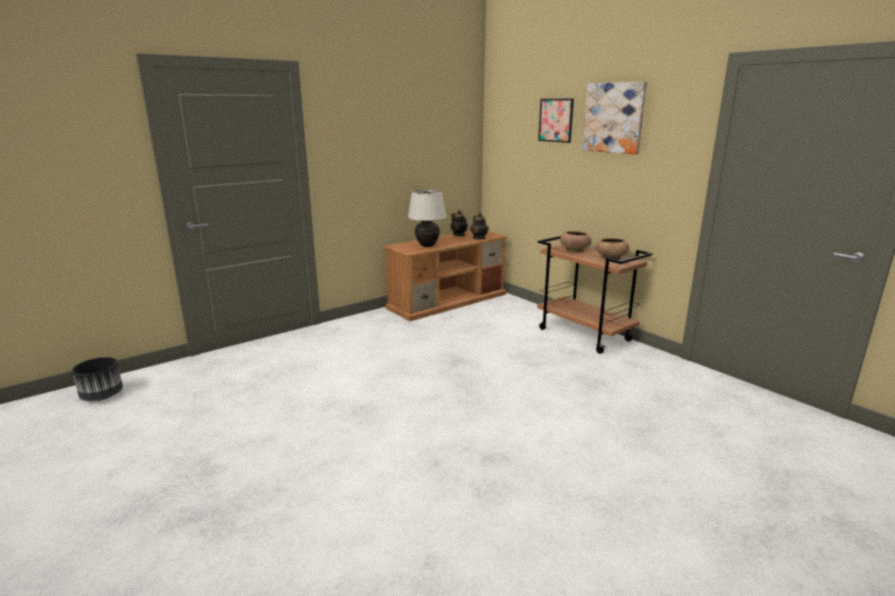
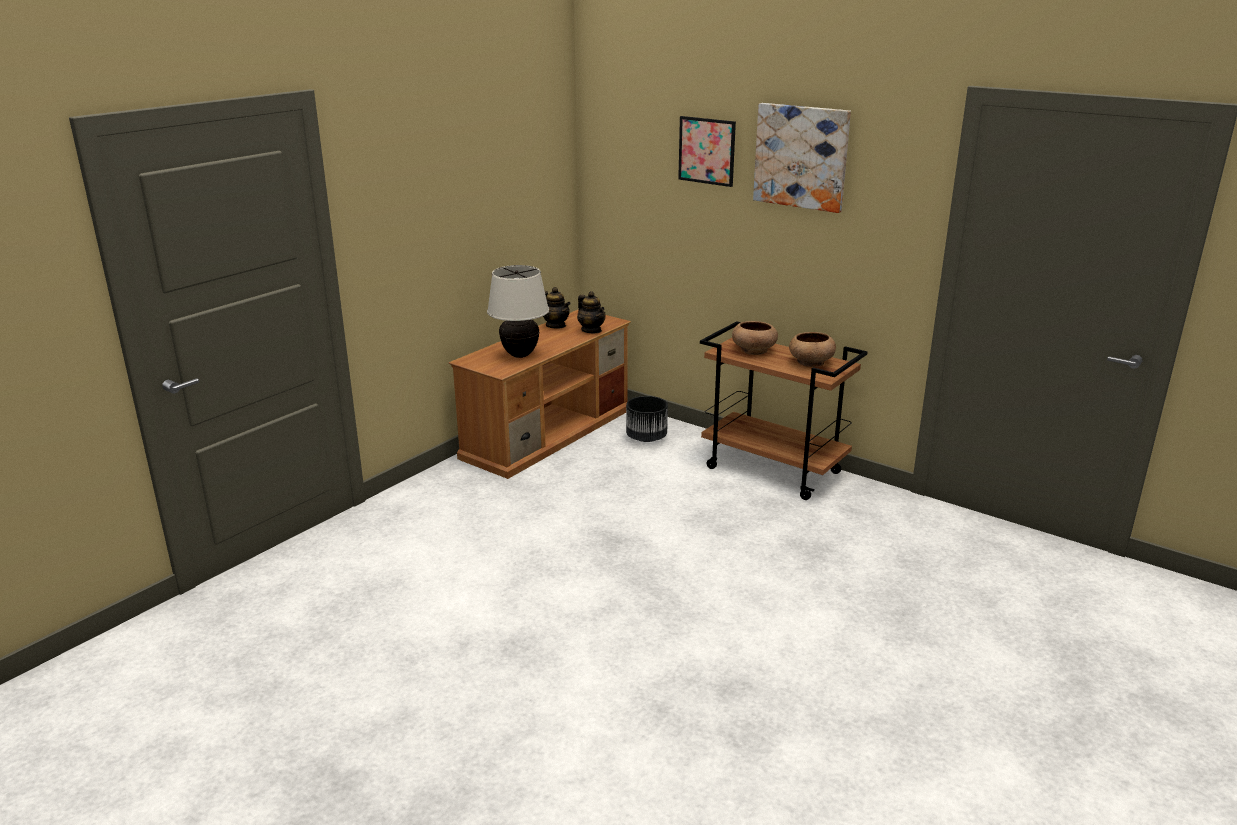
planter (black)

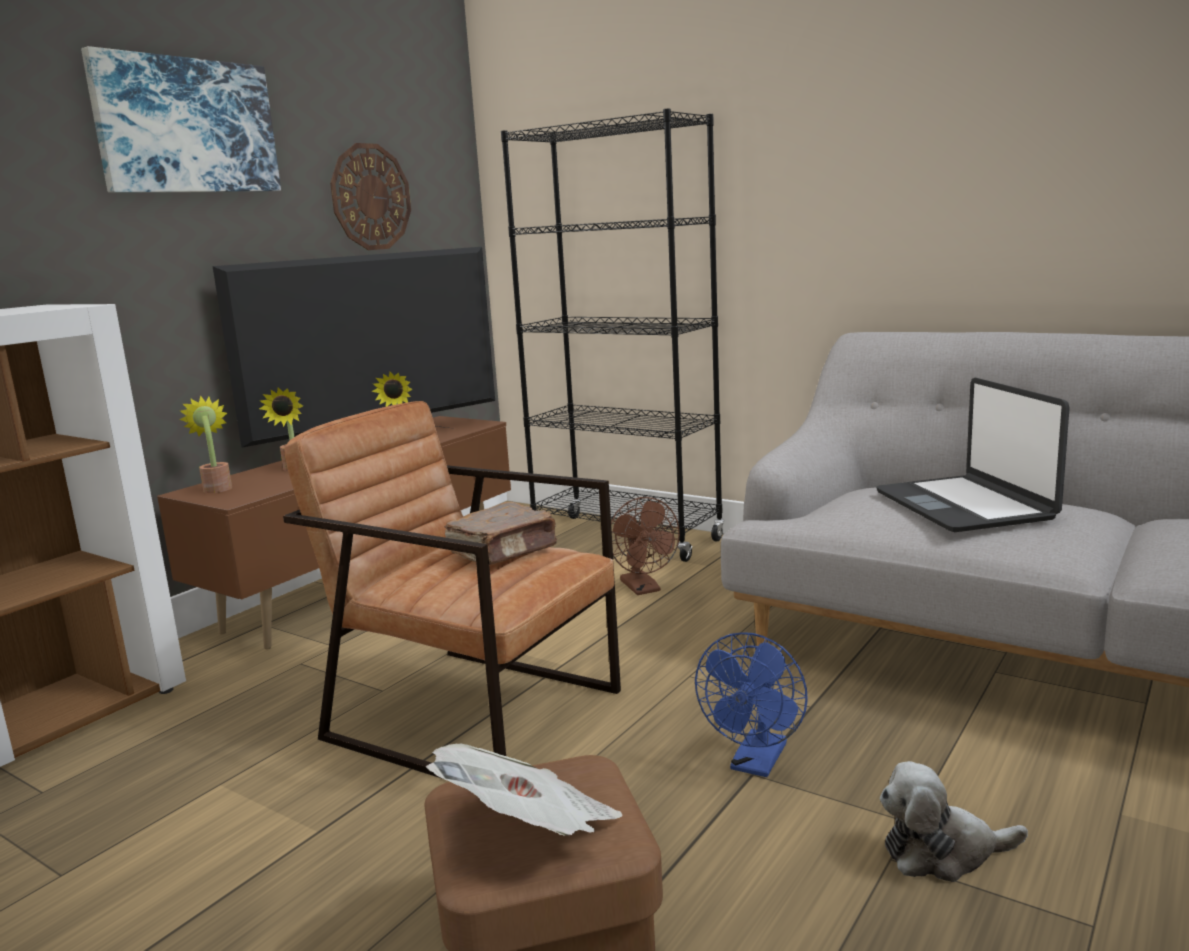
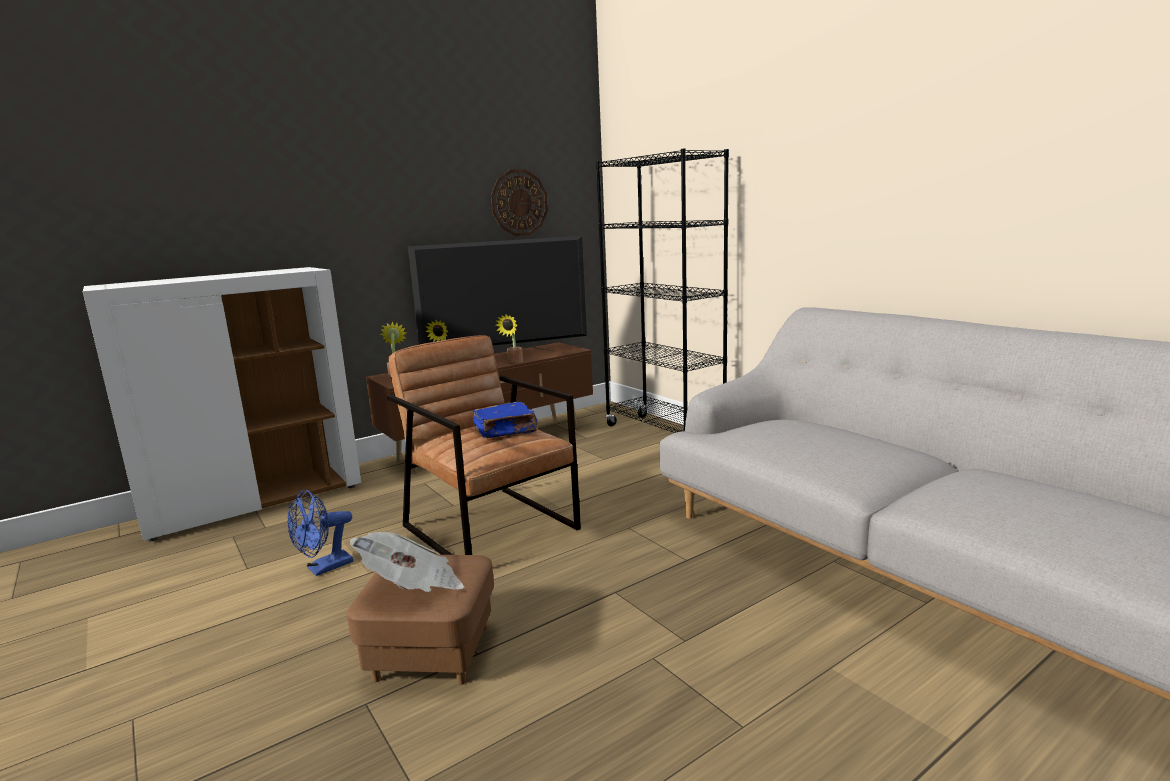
picture; laptop; fan (brown); book (blue); fan (blue); plush toy

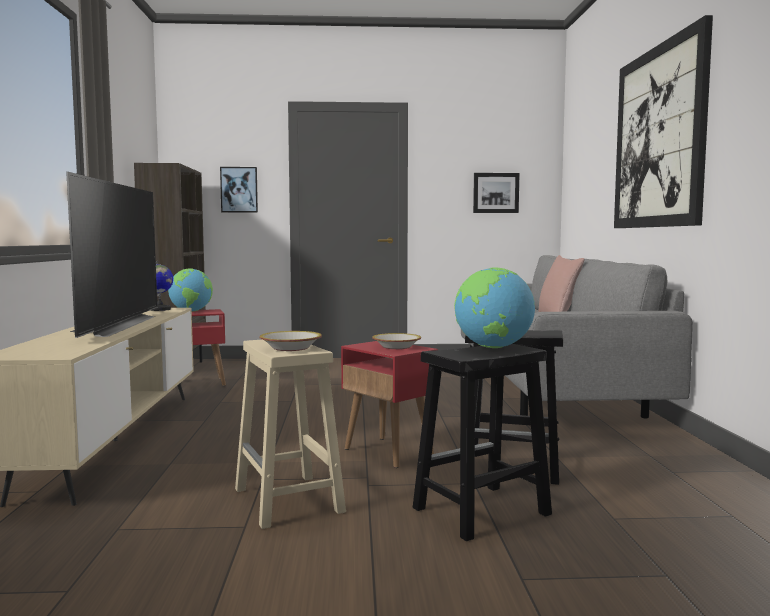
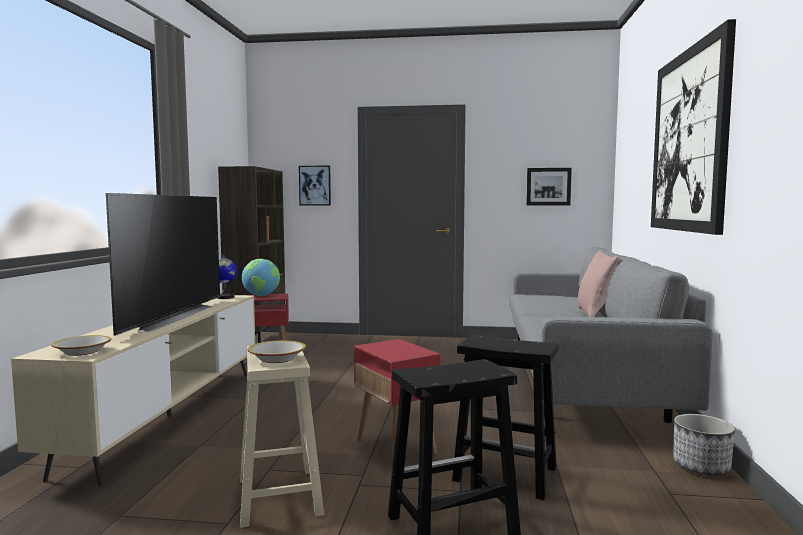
globe (no. 3 from left in the first image); bowl (no. 1 from left); planter

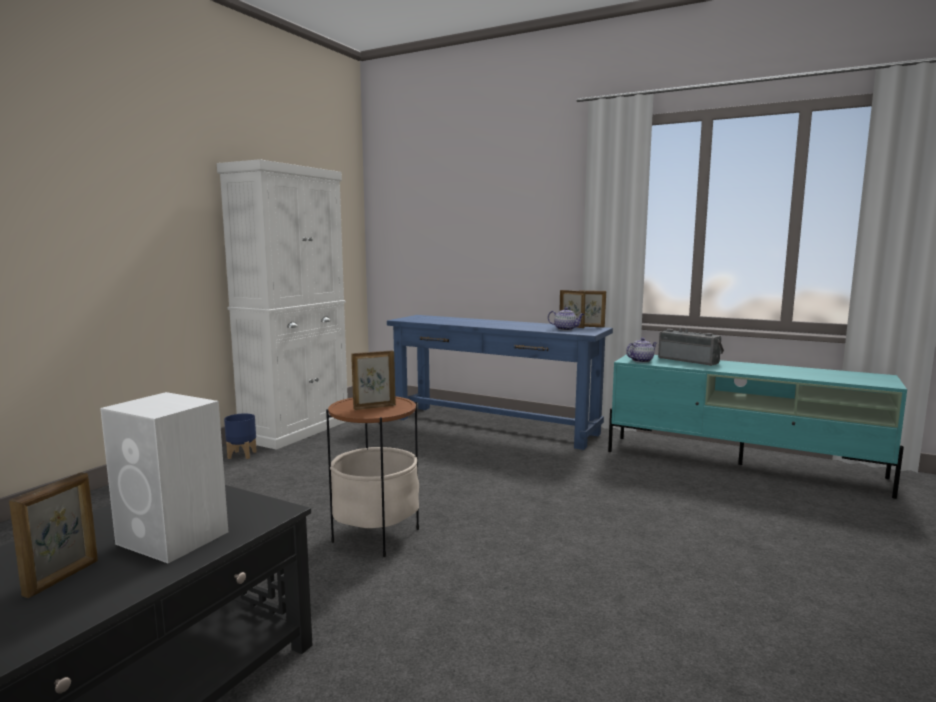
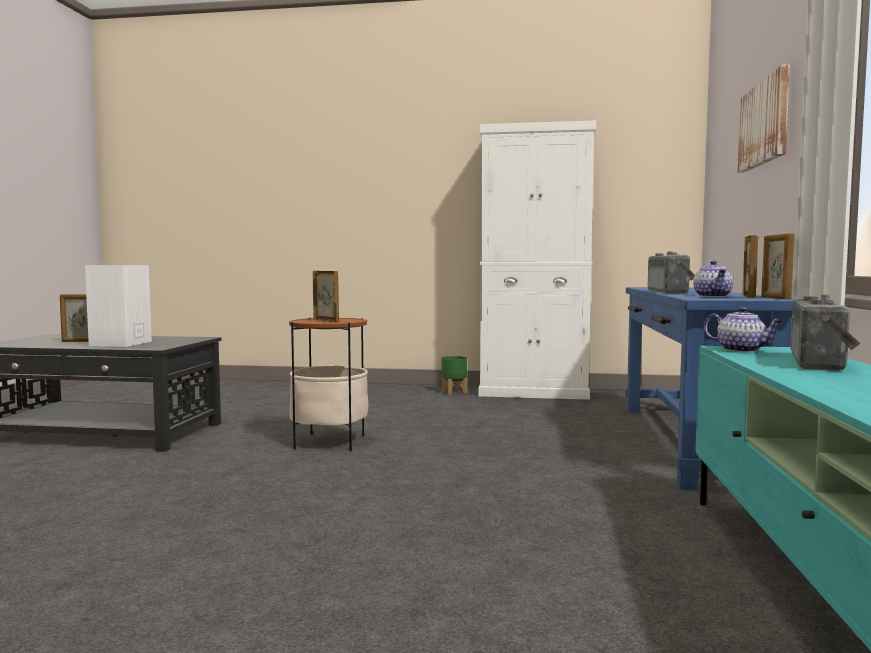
planter (green); picture; radio (no. 1 from left)

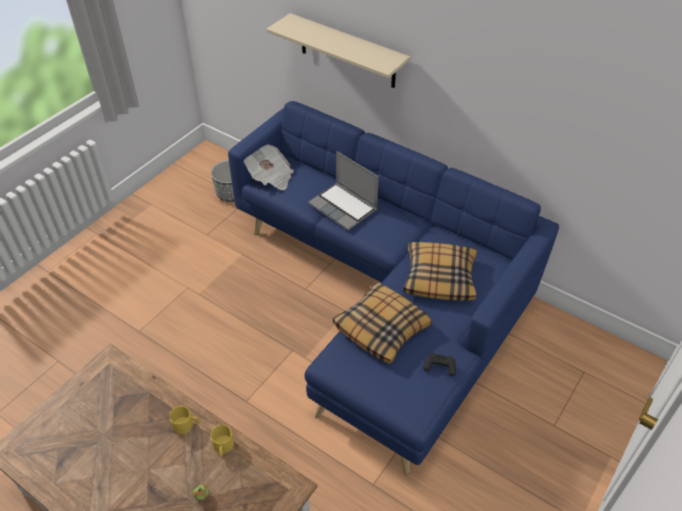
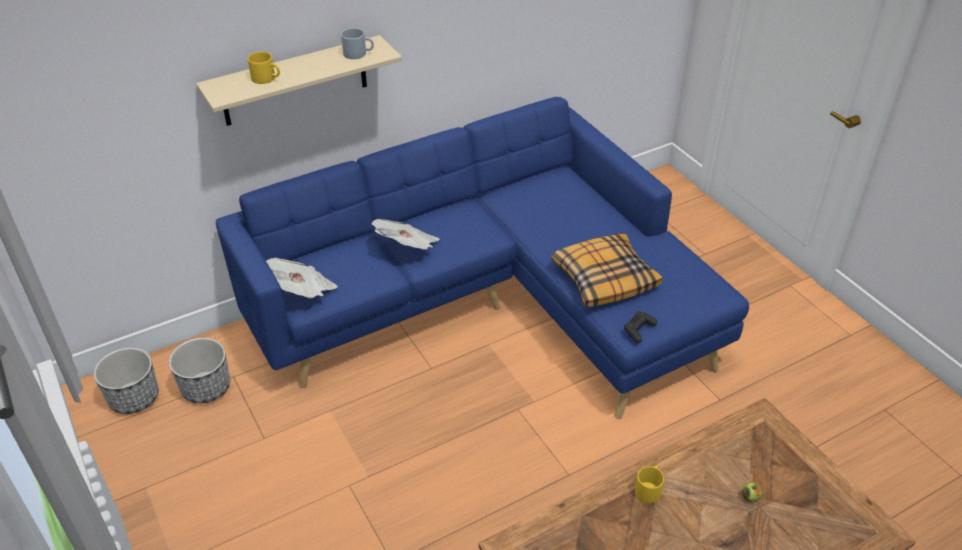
newspaper (no. 2 from left); pillow (no. 2 from left in the first image); game controller (black); mug (yellow) (no. 1 from left); mug (grey); planter (no. 1 from left)

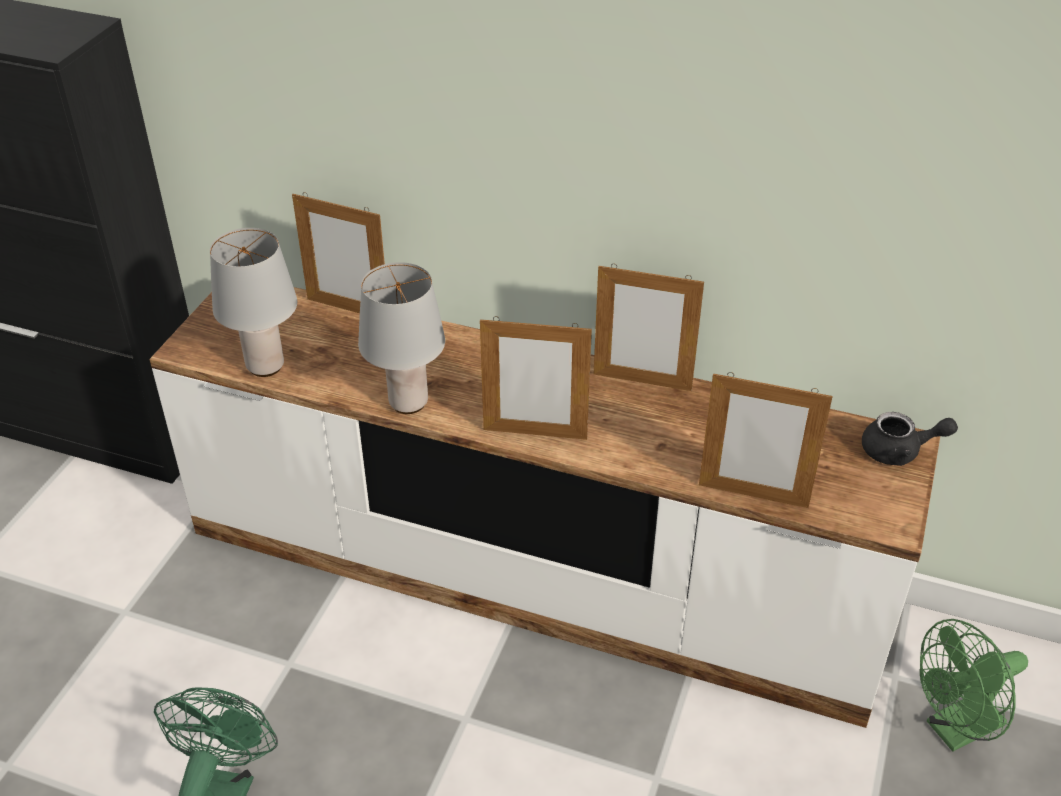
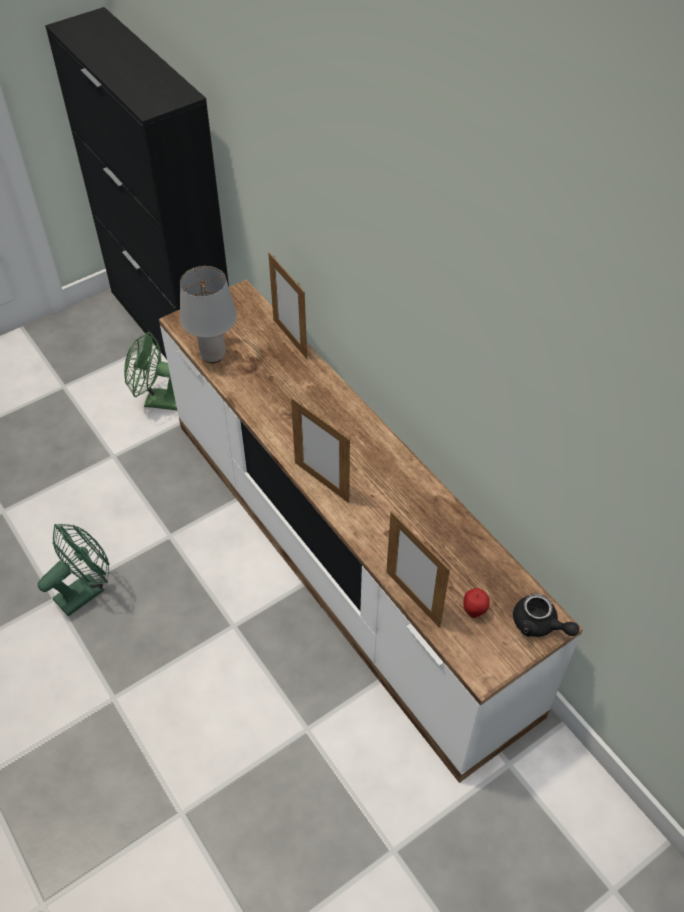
table lamp (grey) (no. 2 from left in the first image); picture frame (no. 3 from left in the first image); fan (green) (no. 2 from left); apple

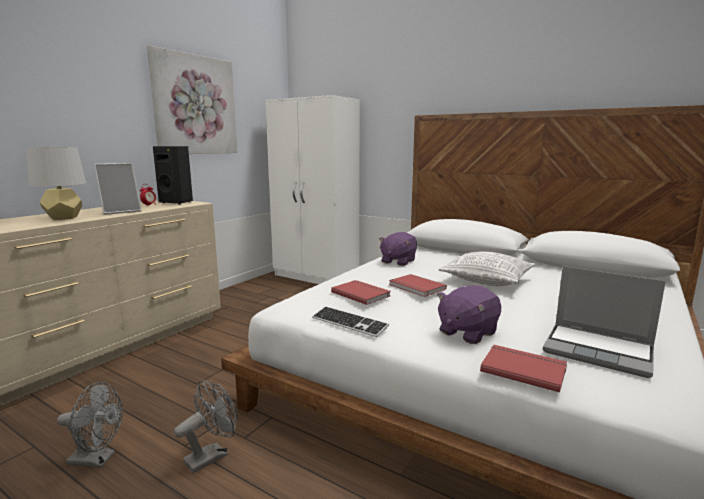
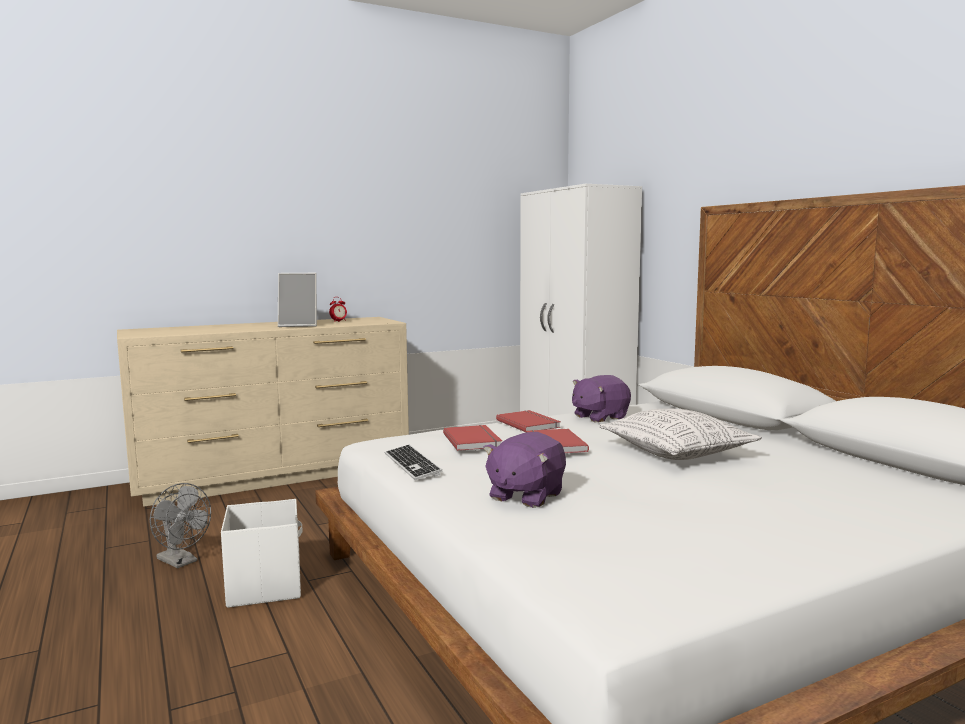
picture; speaker (black); table lamp (grey); laptop; plush toy (purple) (no. 1 from left); book (red) (no. 2 from left); storage box (white)

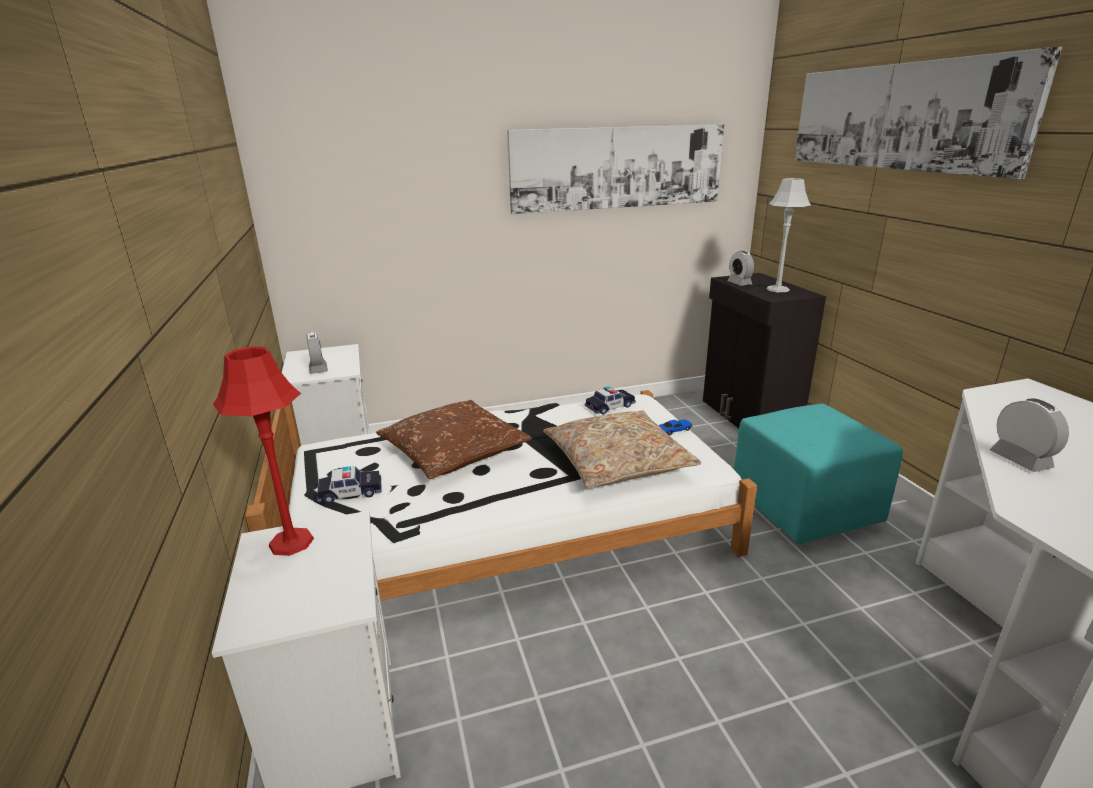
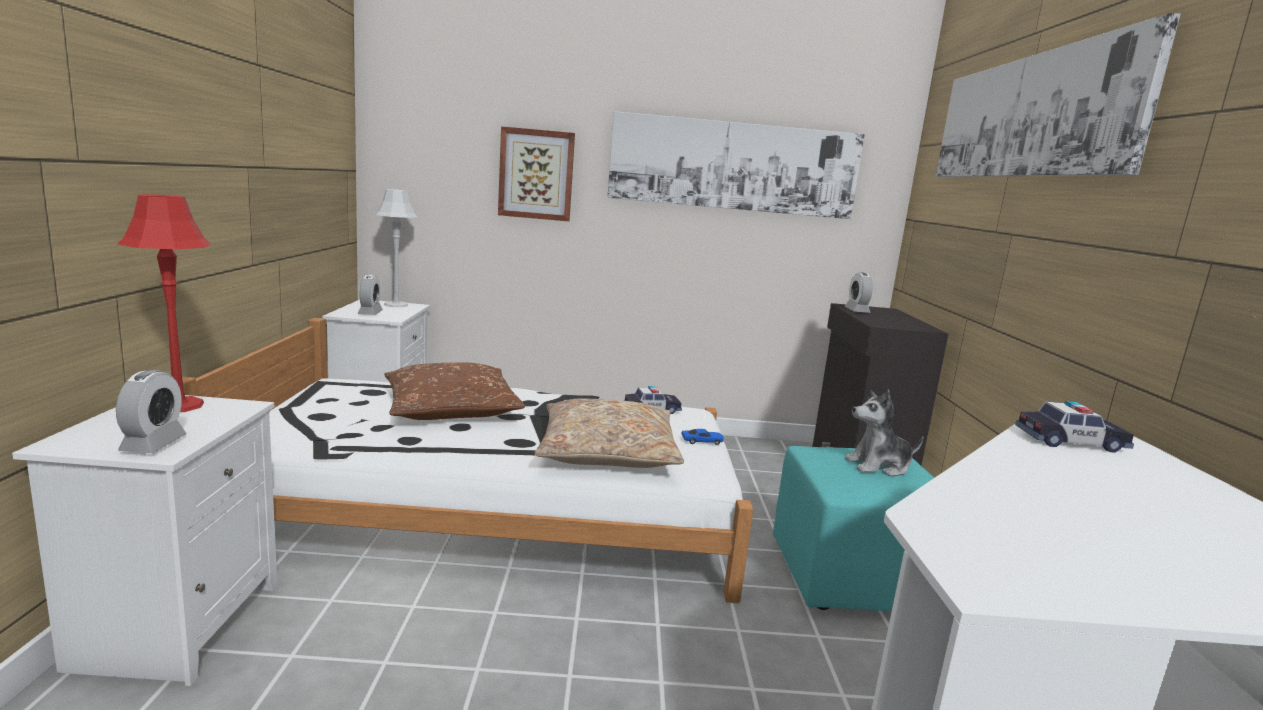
table lamp (grey); alarm clock (no. 1 from left); toy car (no. 3 from left); picture (no. 1 from left); plush toy

